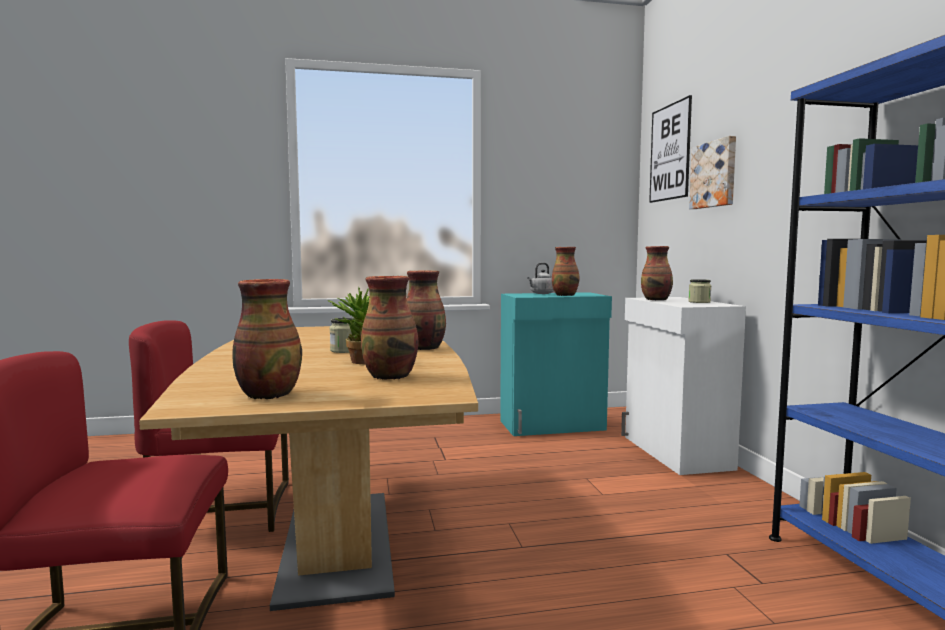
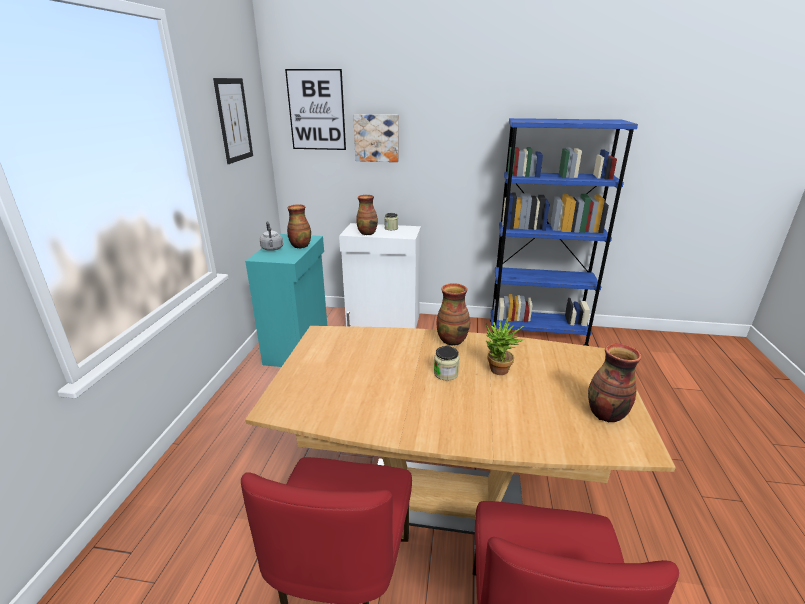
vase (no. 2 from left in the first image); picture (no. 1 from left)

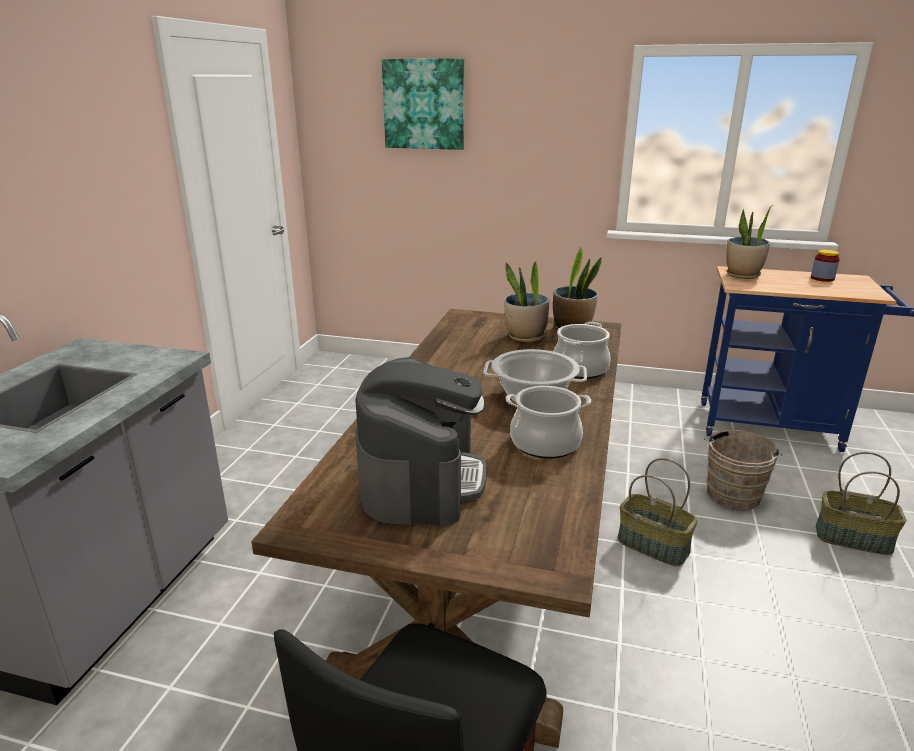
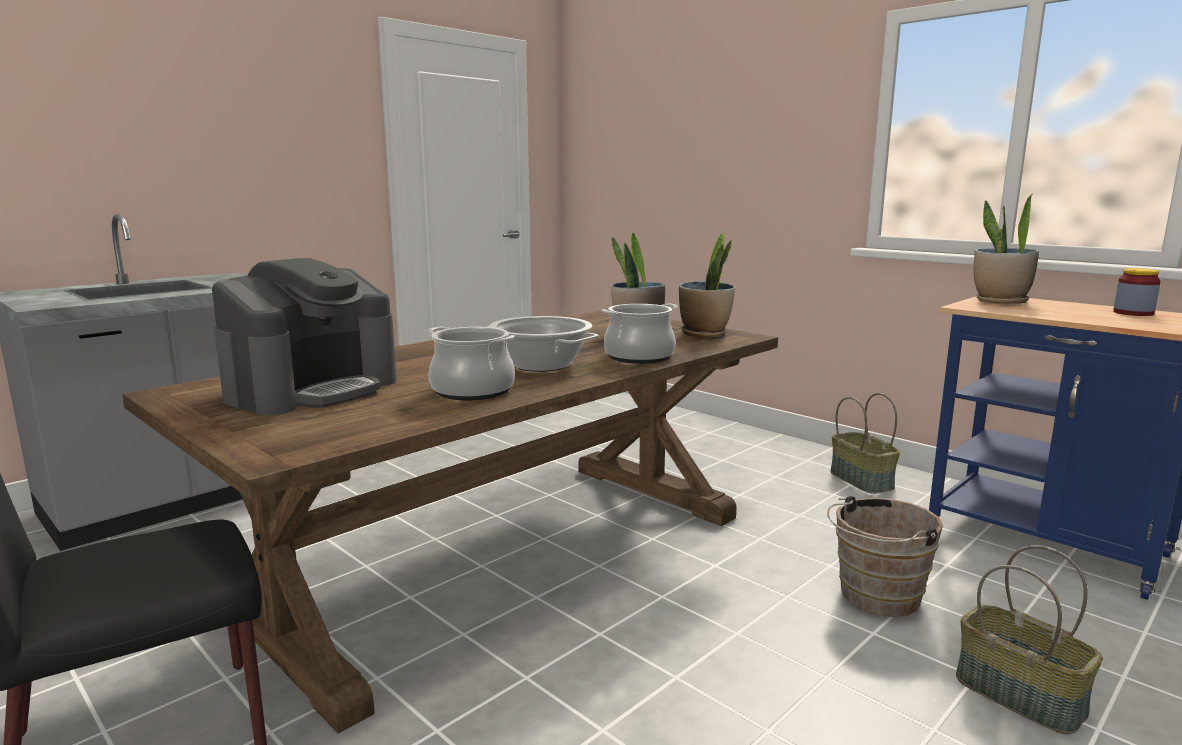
picture; basket (no. 1 from left)

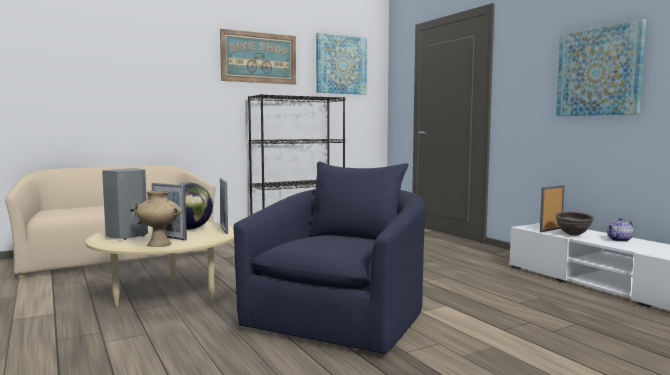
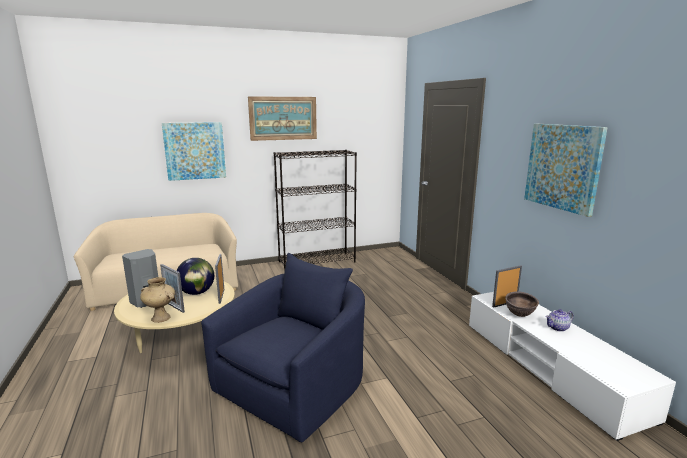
picture (no. 1 from left)

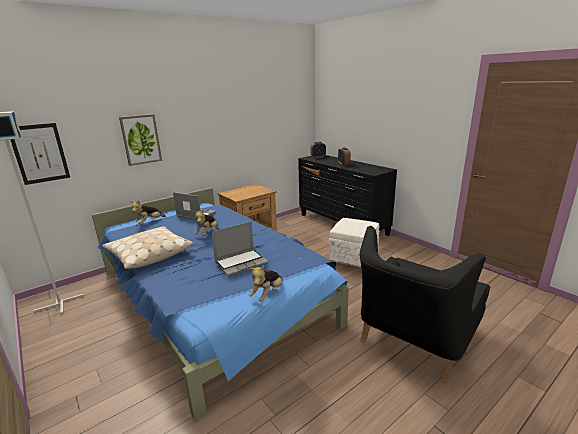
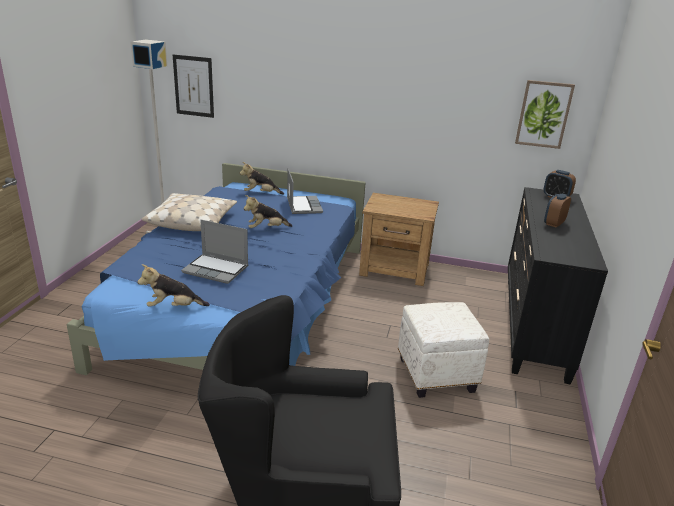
picture (no. 2 from left)

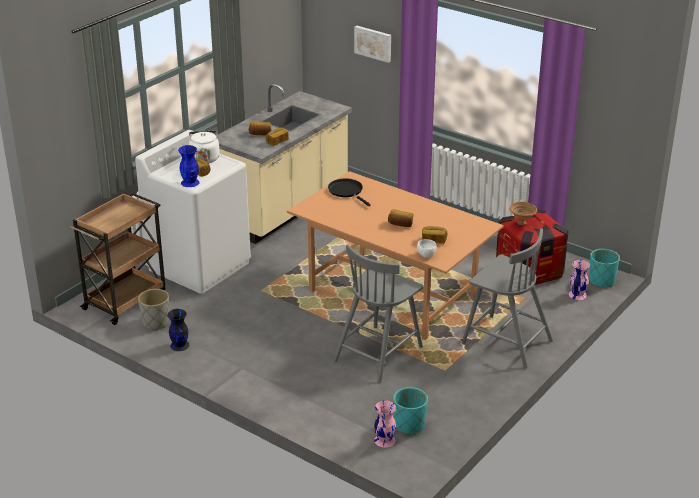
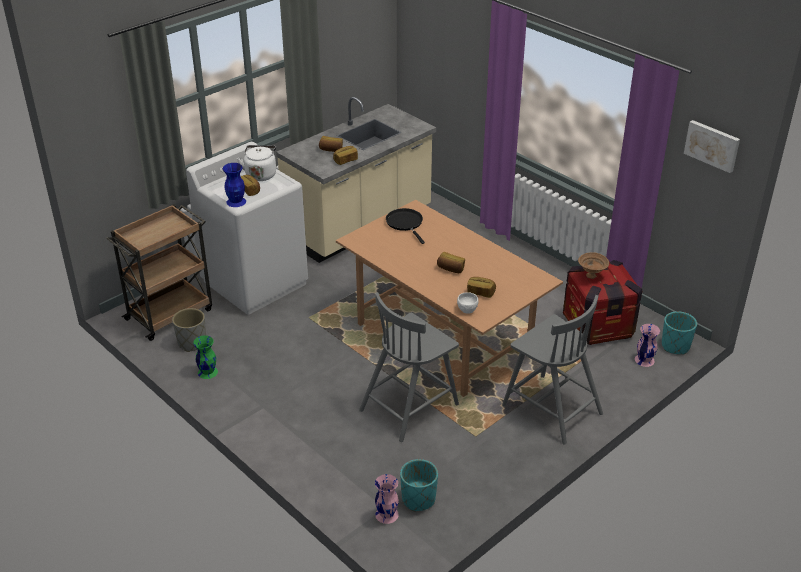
picture; vase (green)

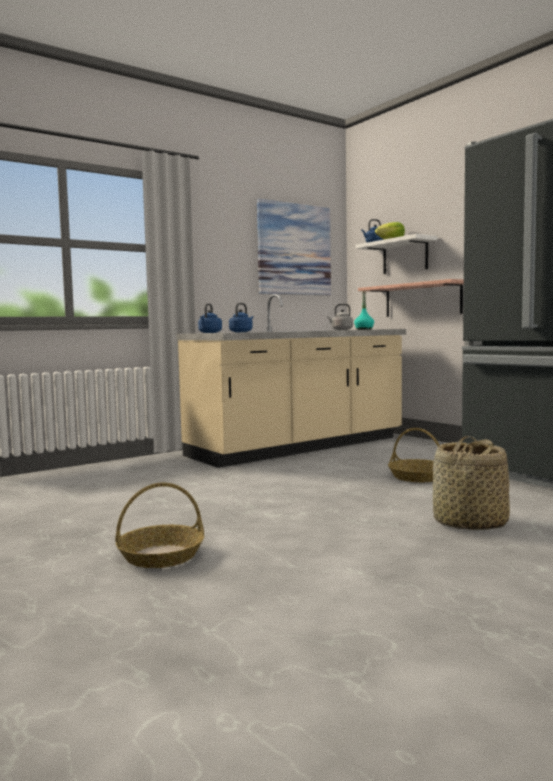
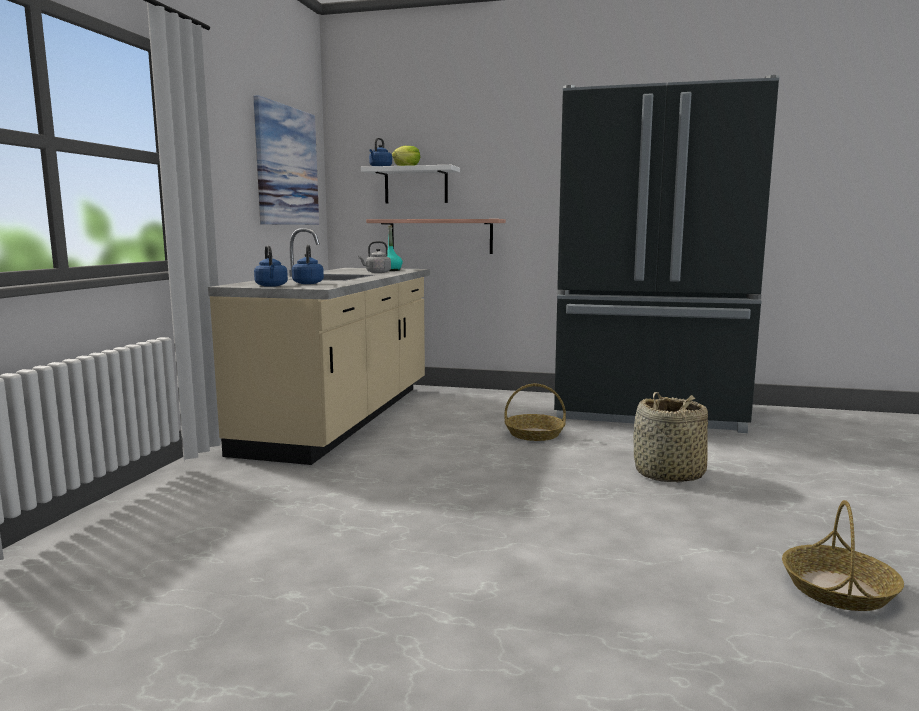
basket (no. 3 from left)

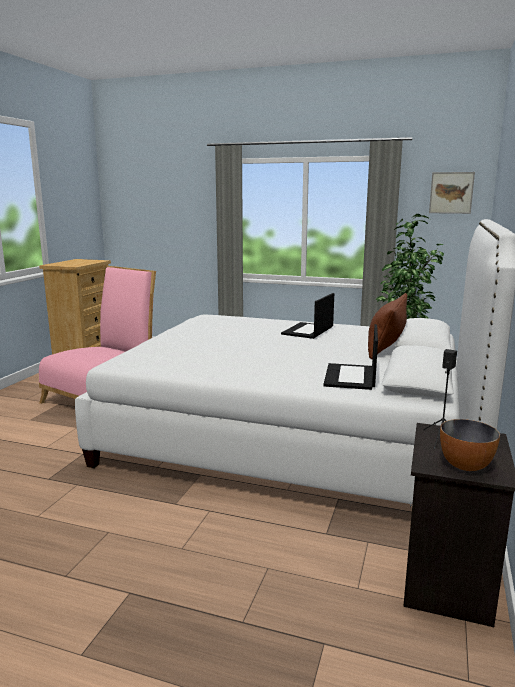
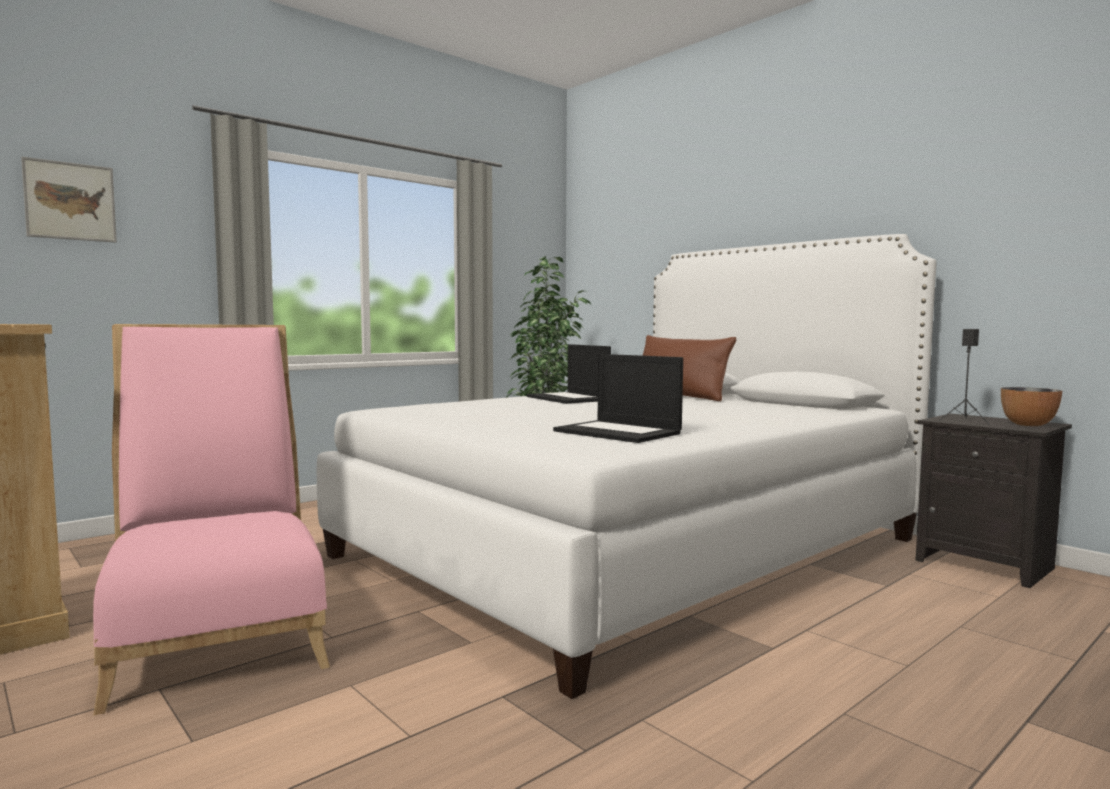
picture; laptop (no. 2 from left)

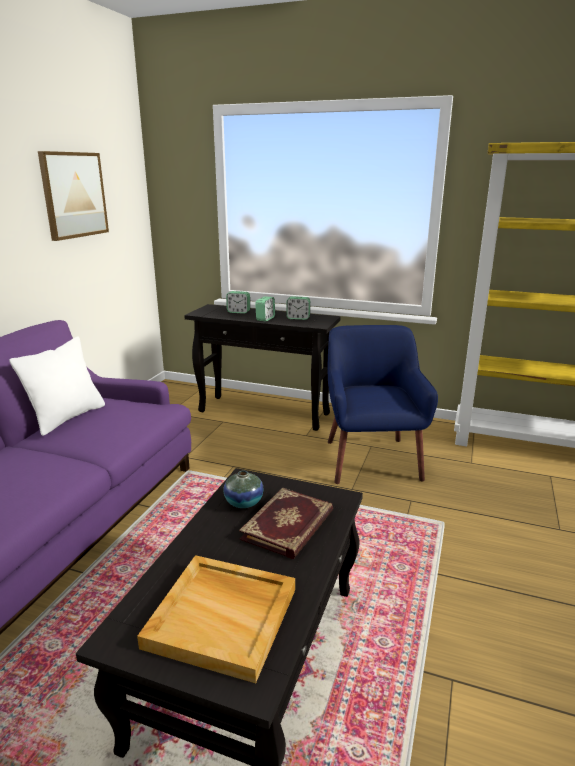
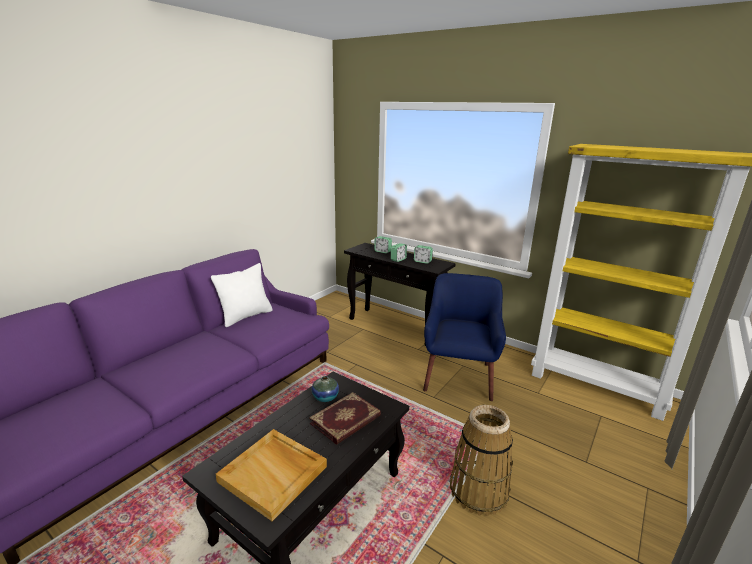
picture; basket

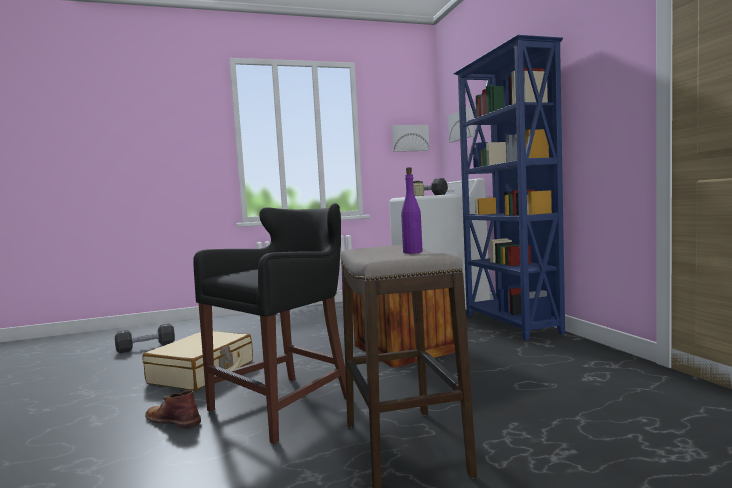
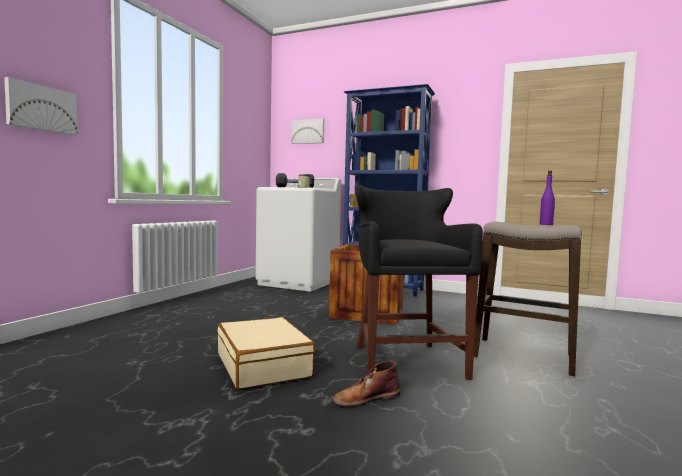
picture (no. 1 from left); dumbbell (black) (no. 1 from left in the first image)

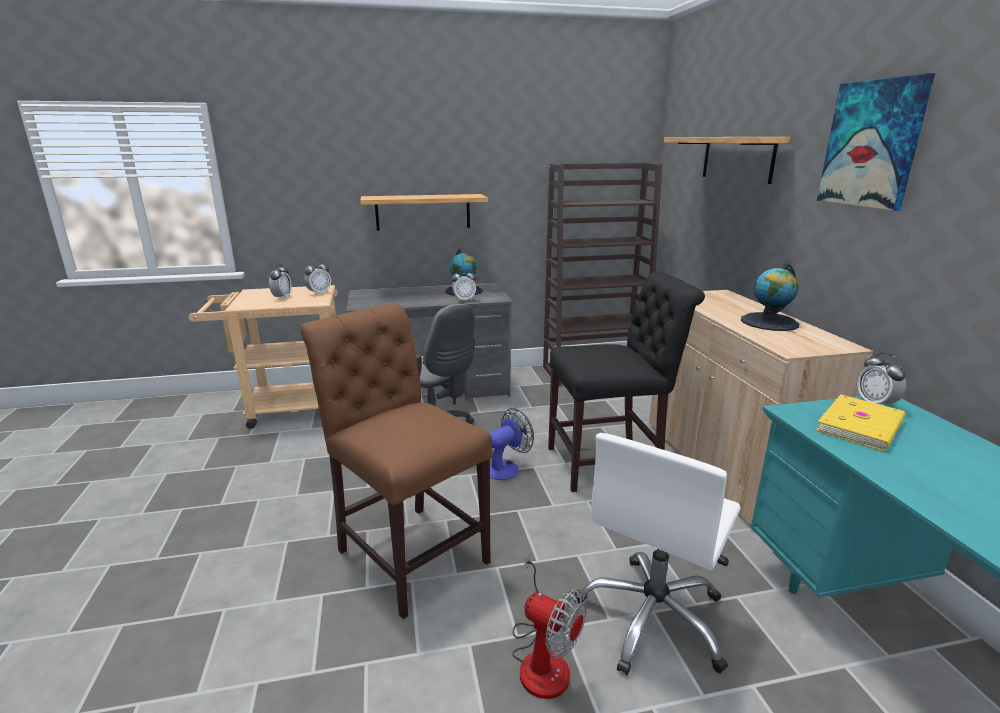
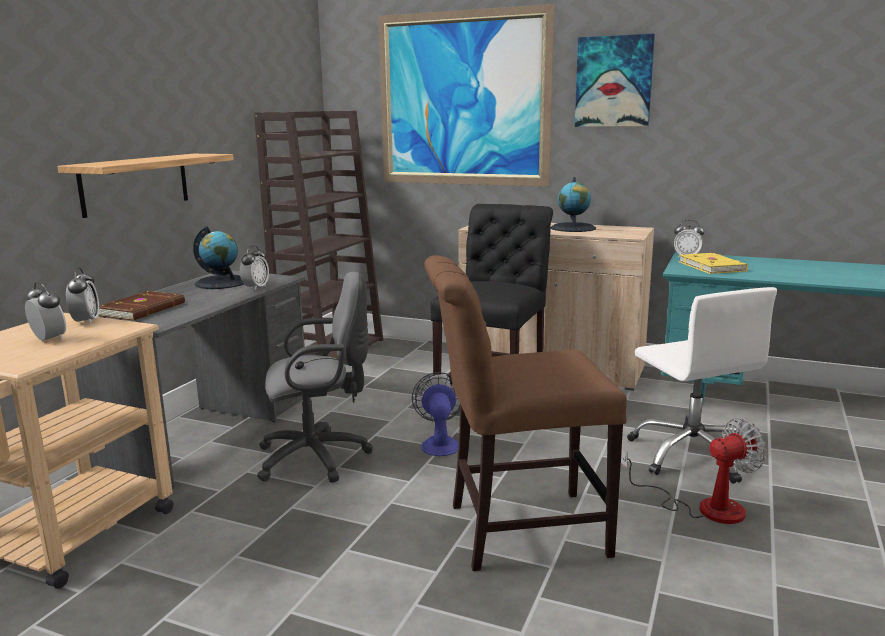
picture (no. 1 from left); book (brown)

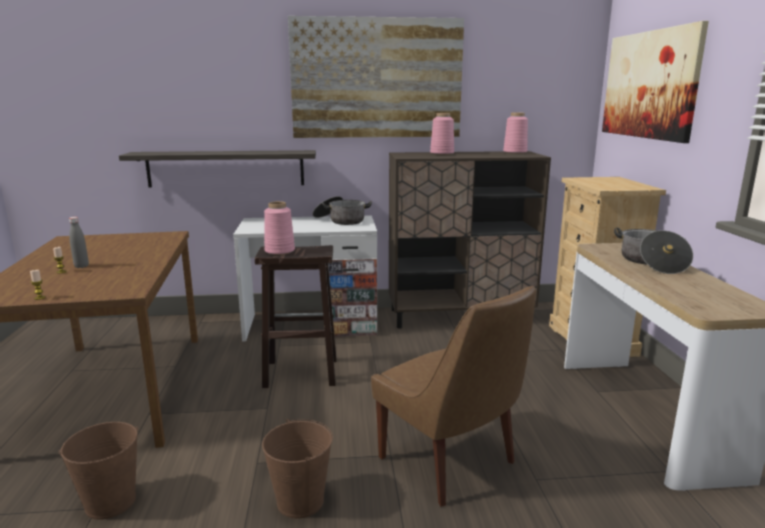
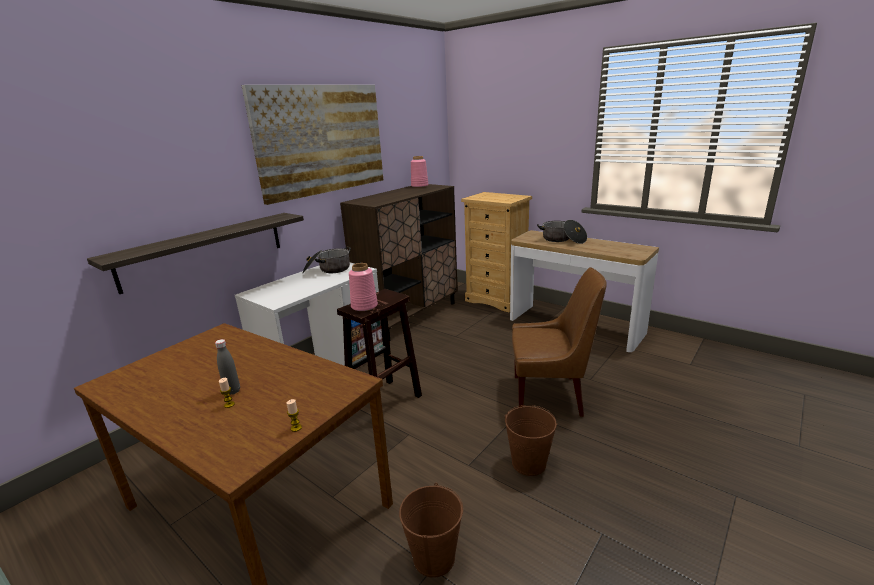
picture (no. 2 from left in the first image); vase (pink) (no. 2 from left in the first image)

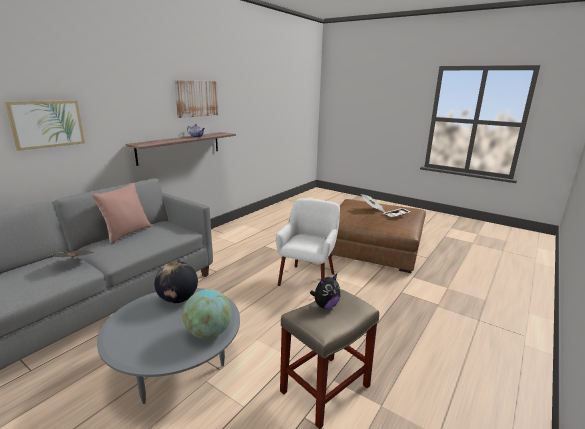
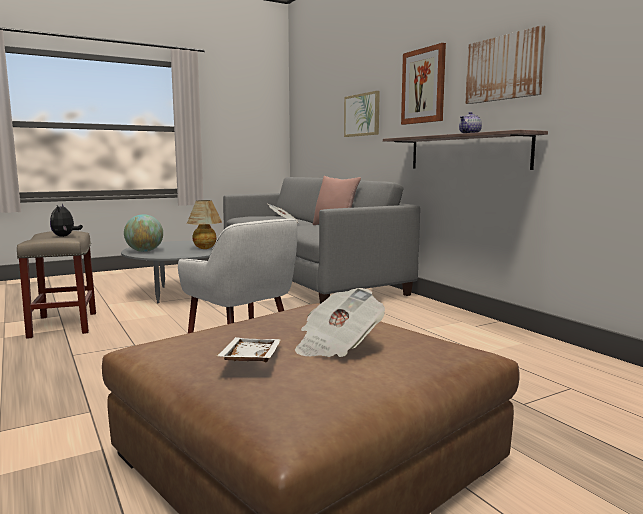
table lamp; picture (no. 2 from left)

